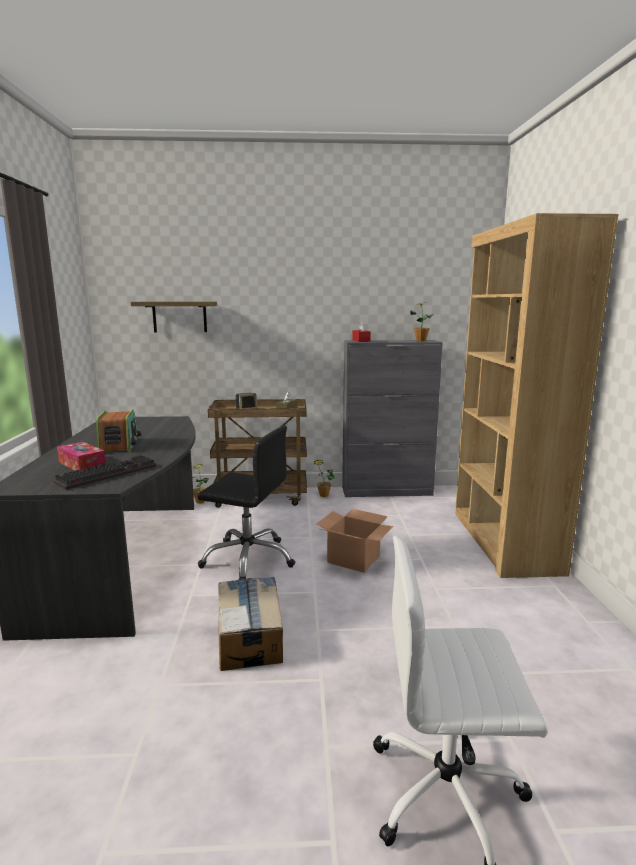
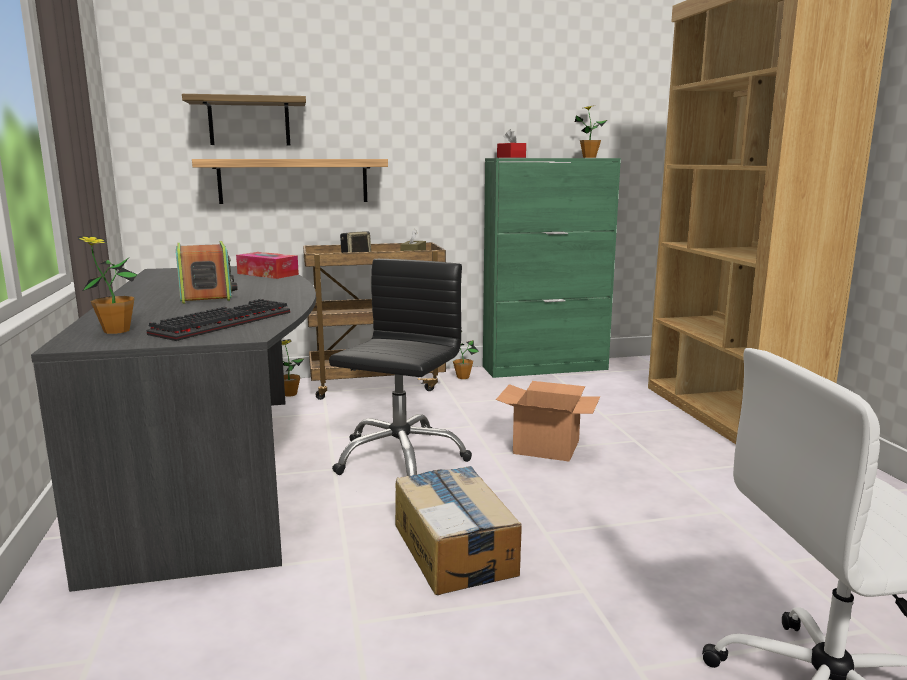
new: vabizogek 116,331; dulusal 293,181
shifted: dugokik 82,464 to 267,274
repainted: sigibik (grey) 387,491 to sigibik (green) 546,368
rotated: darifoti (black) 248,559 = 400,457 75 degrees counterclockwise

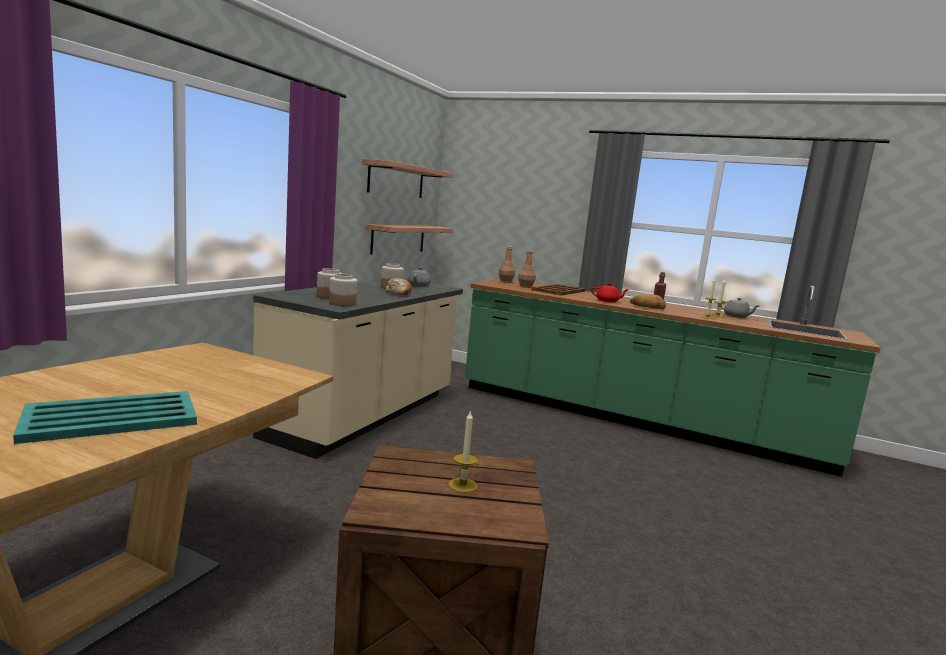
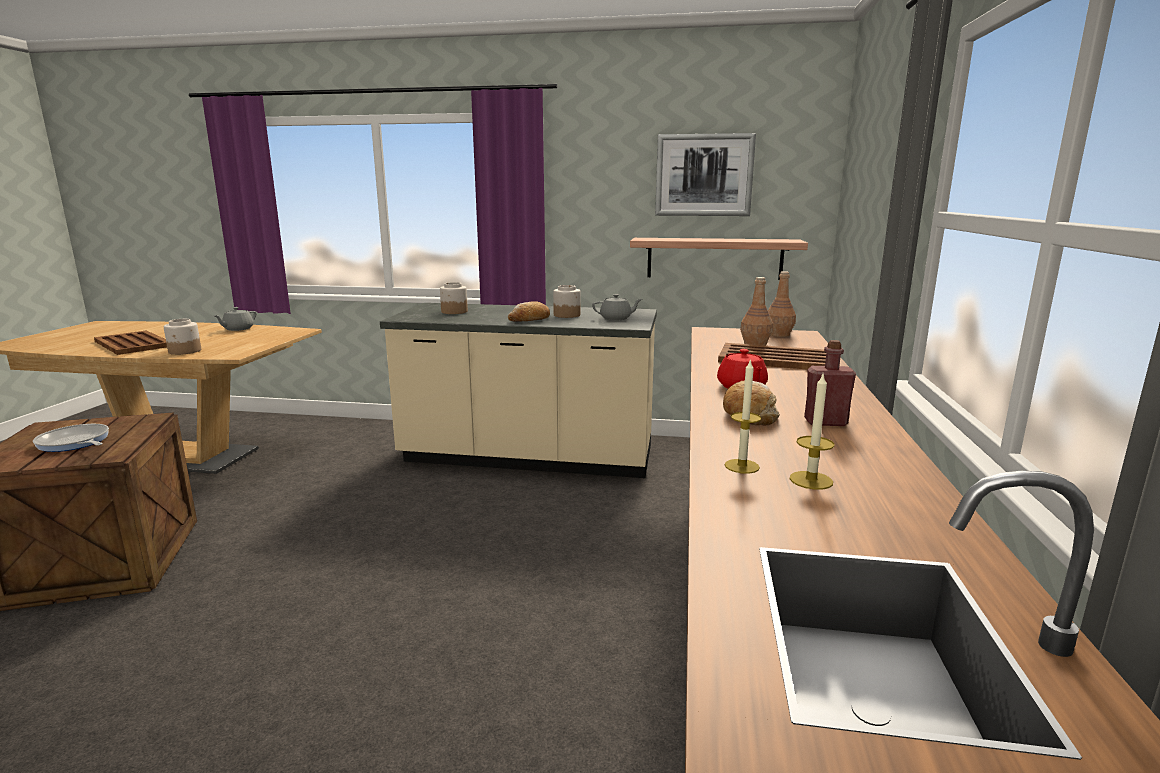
shifted: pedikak 342,303 to 185,351; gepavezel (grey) 736,316 to 238,329
swapped: dulusal 396,180 to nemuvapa 704,175; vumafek 463,485 to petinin 74,443
repainted: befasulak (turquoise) 113,418 to befasulak (brown) 133,344

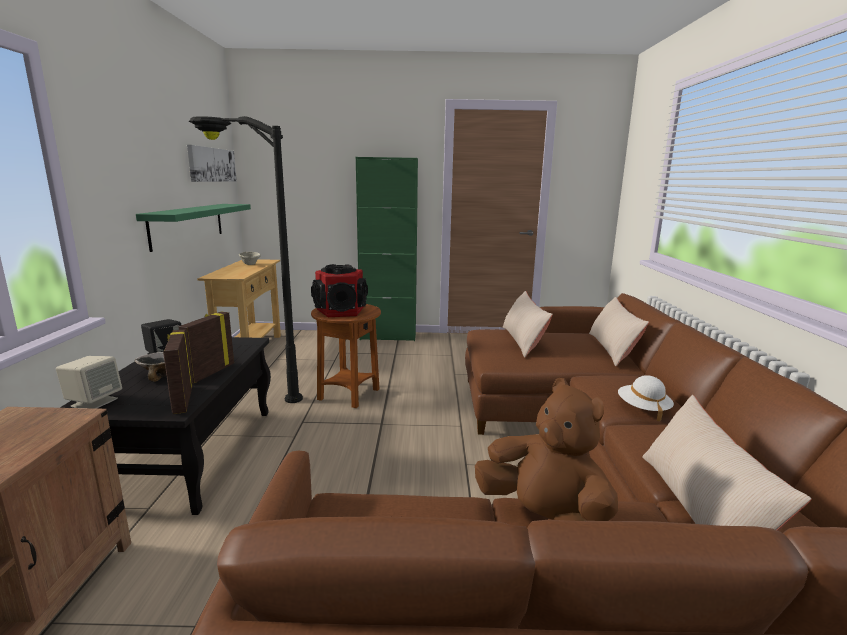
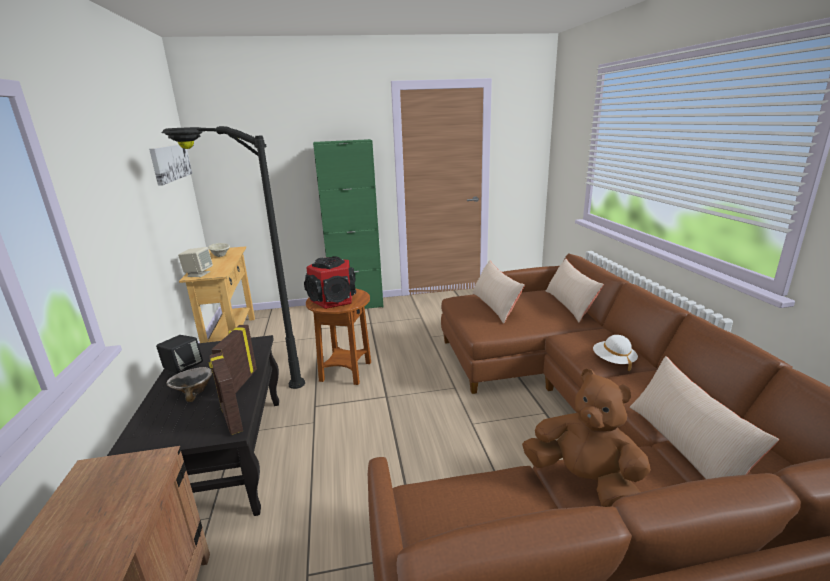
gone: dulusal (green) 188,224
shifted: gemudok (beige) 94,402 to 198,274

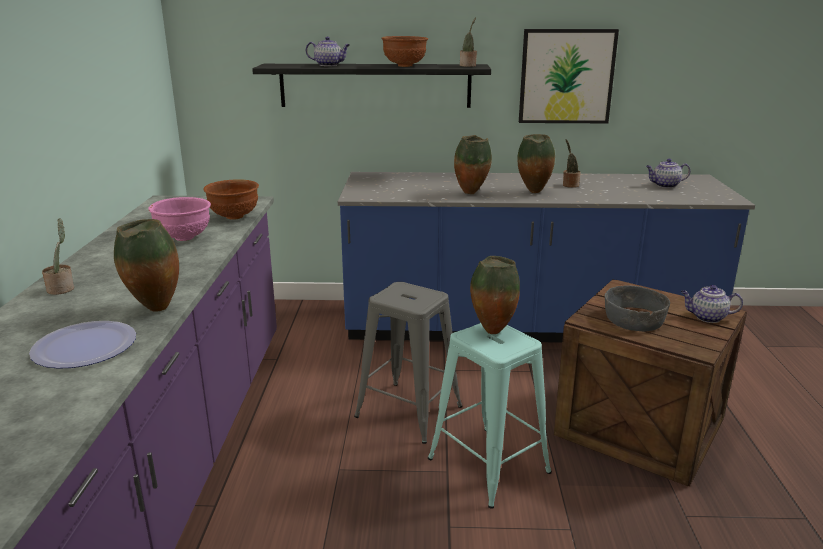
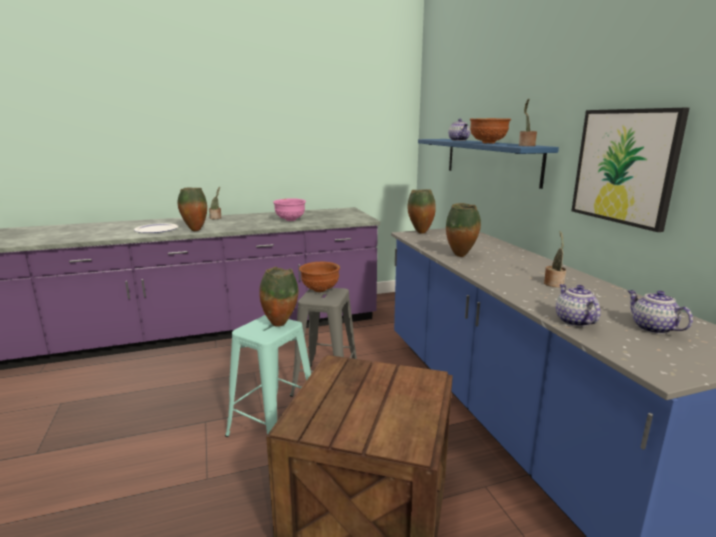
gone: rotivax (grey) 633,318
shifted: rotivax (brown) 233,217 to 319,289; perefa 534,192 to 420,232; gepavezel 707,317 to 573,321
repainted: dulusal (black) 375,85 to dulusal (blue) 490,160

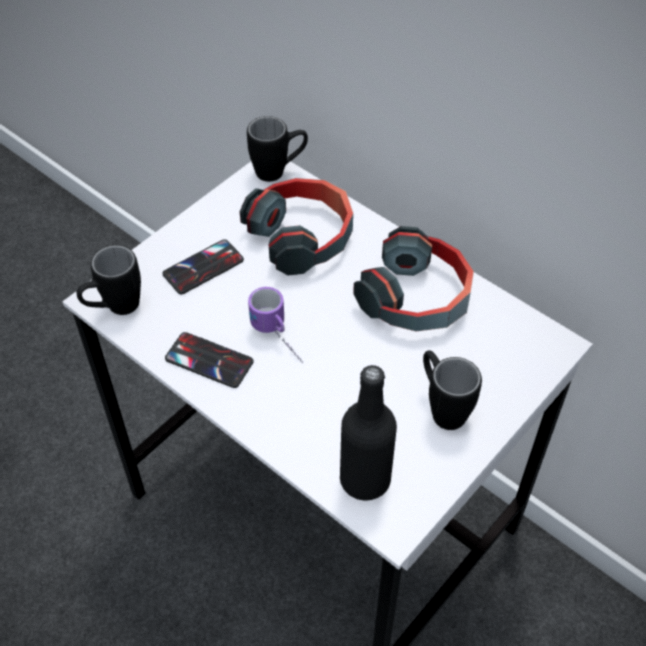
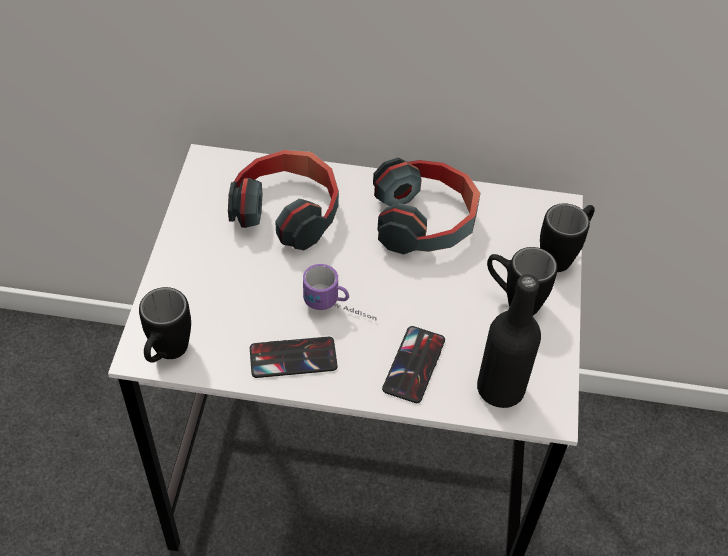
shifted: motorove 203,267 to 414,364; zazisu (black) 279,171 to 562,255

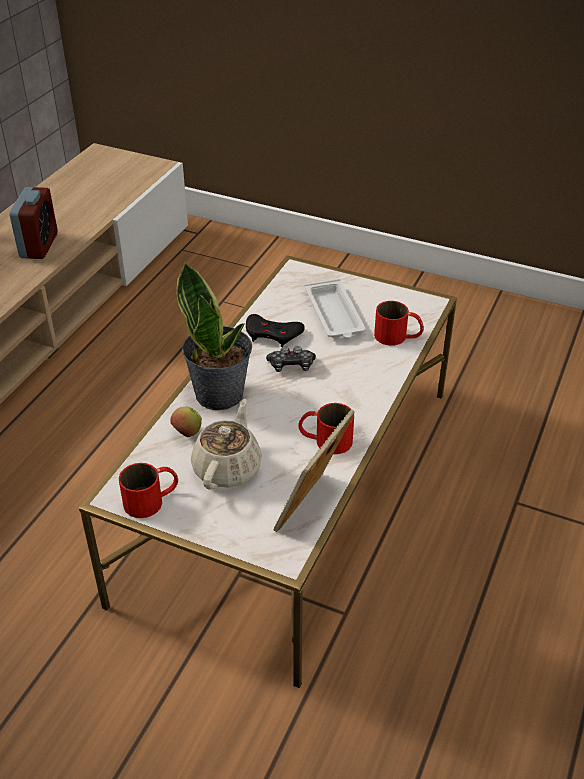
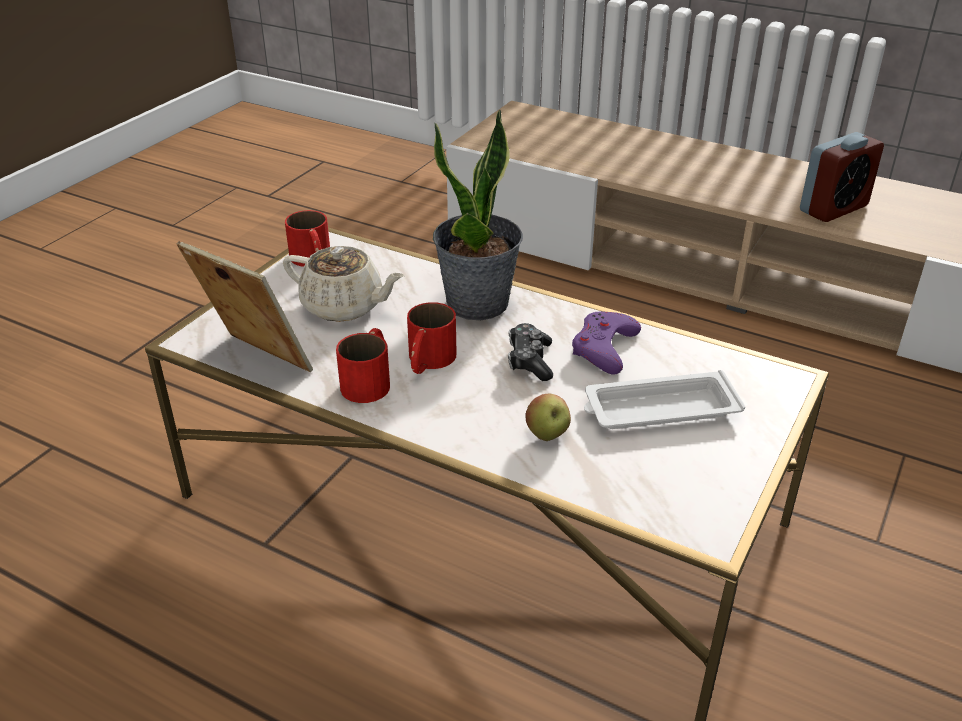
shifted: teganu 187,433 to 547,434; zazisu (red) 398,337 to 428,362
repainted: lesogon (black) 272,334 to lesogon (purple) 604,348
rotated: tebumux 39,245 = 833,208 45 degrees counterclockwise

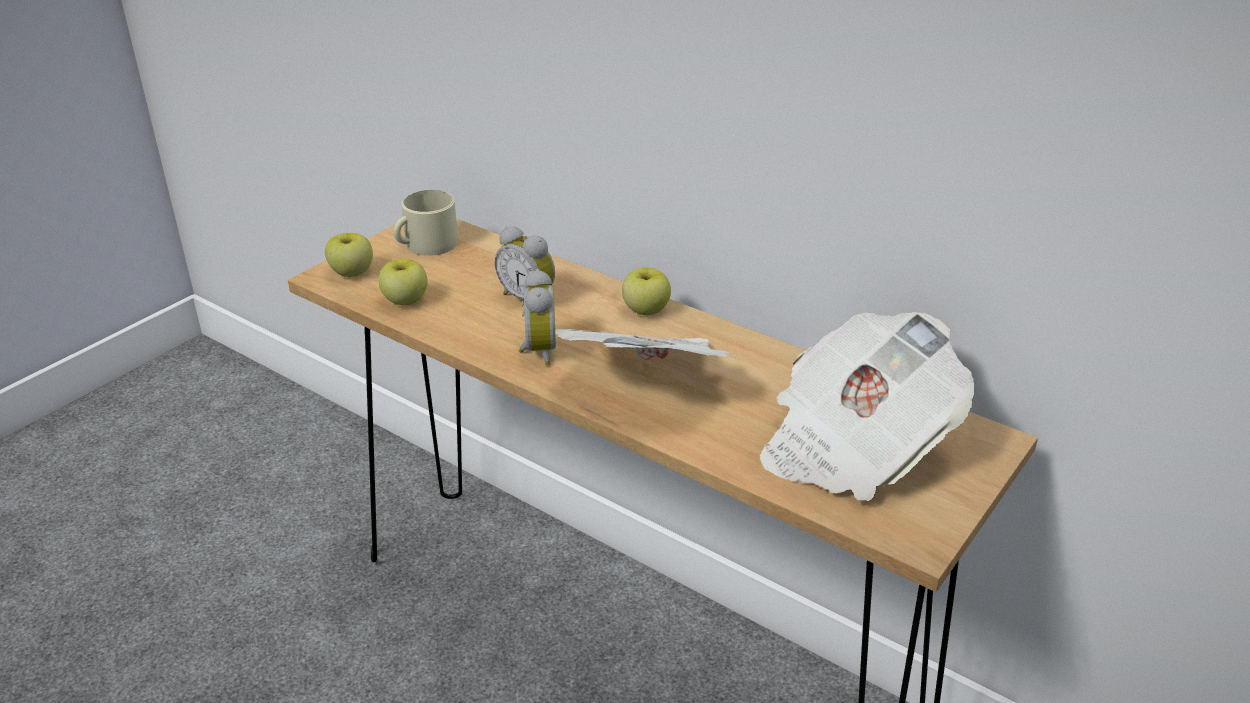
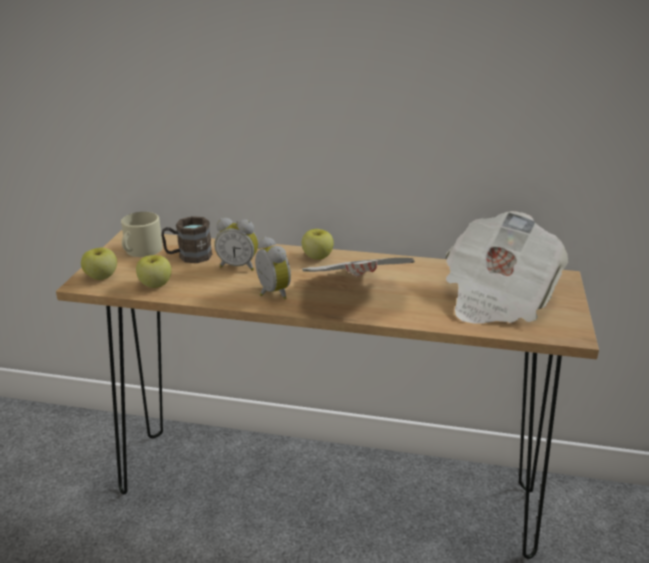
new: zazisu (brown) 188,256

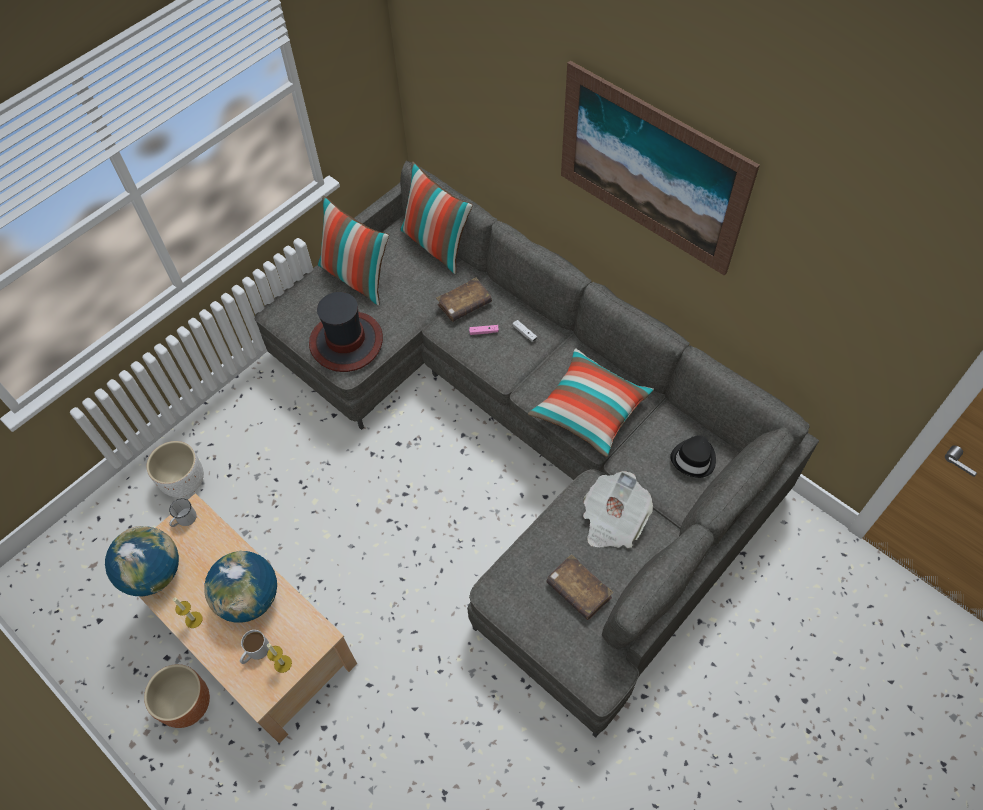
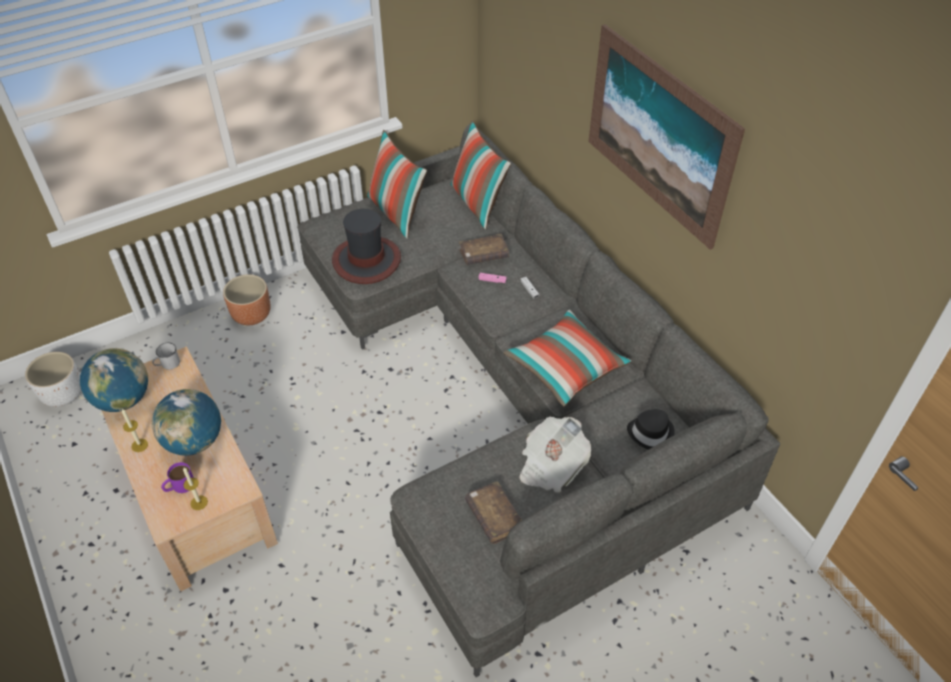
shifted: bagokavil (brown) 187,703 to 252,315; bagokavil (white) 184,481 to 64,394
repainted: zazisu (white) 255,652 to zazisu (purple) 179,486

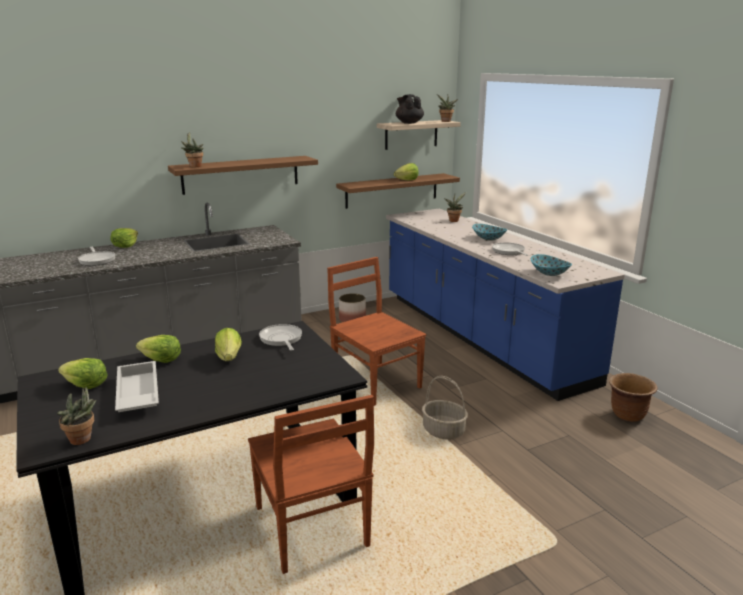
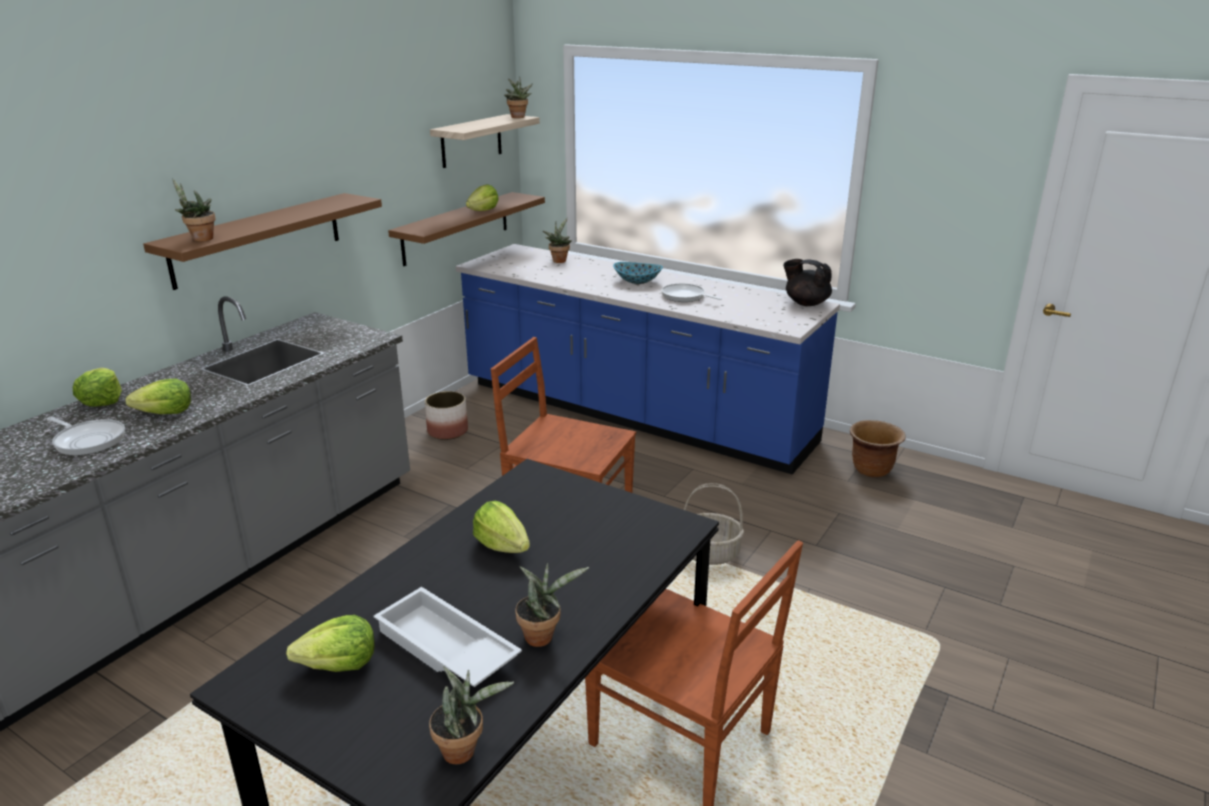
gone: petinin 281,339; rotivax 549,273
new: vabizogek 542,636
shifted: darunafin 161,360 to 166,413; gepavezel (black) 409,123 to 806,303

